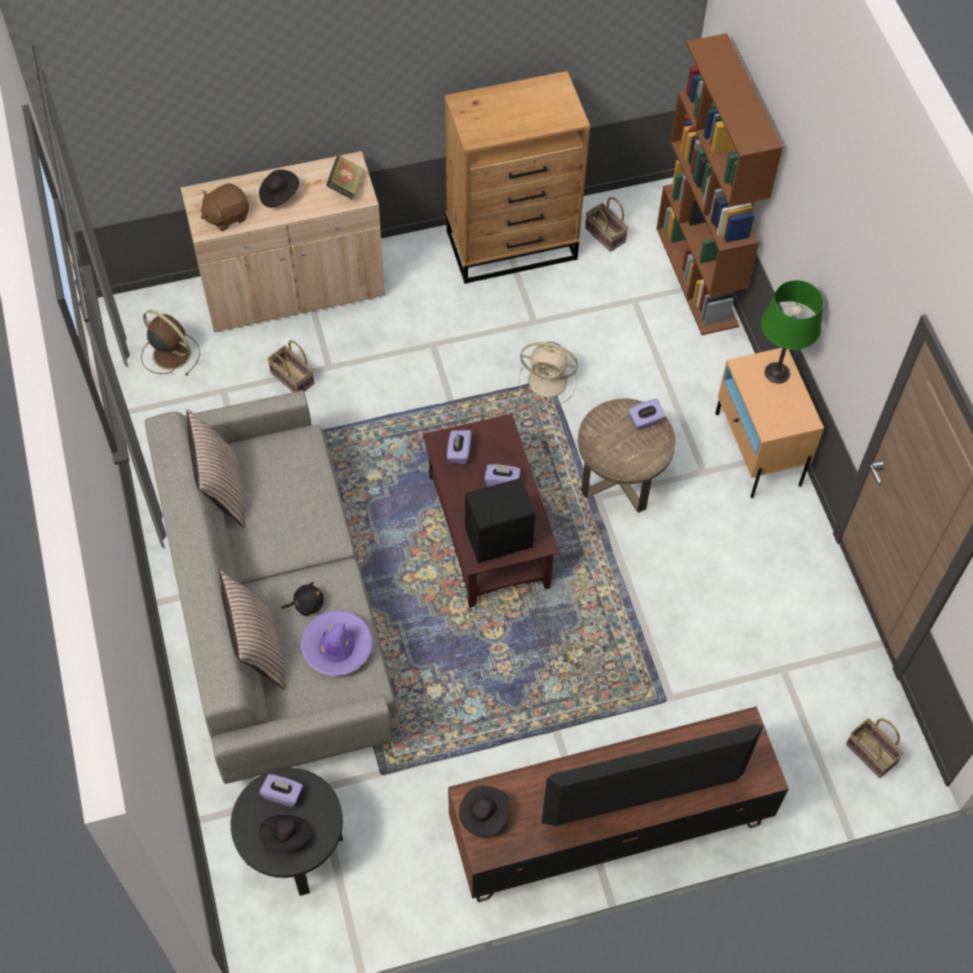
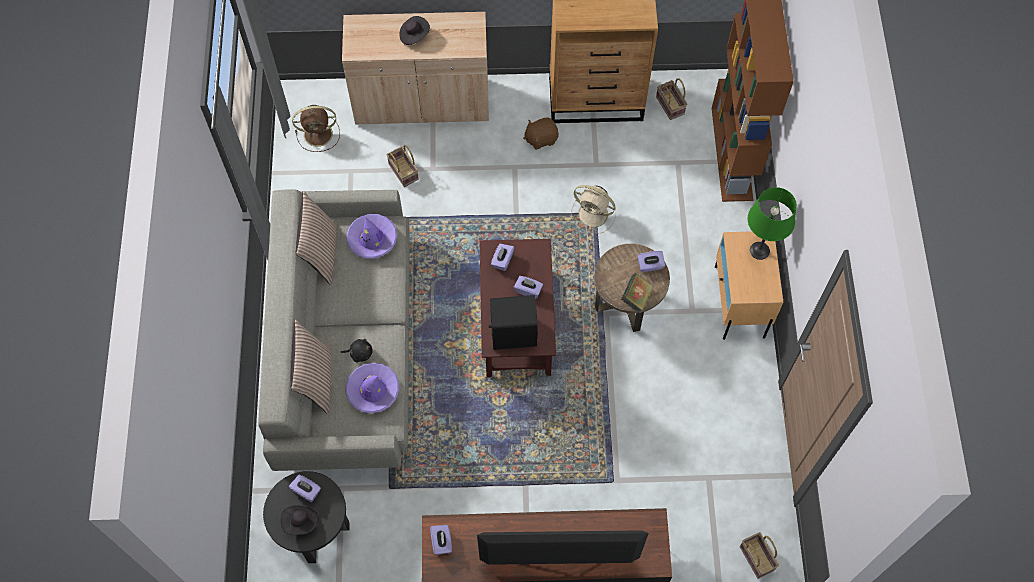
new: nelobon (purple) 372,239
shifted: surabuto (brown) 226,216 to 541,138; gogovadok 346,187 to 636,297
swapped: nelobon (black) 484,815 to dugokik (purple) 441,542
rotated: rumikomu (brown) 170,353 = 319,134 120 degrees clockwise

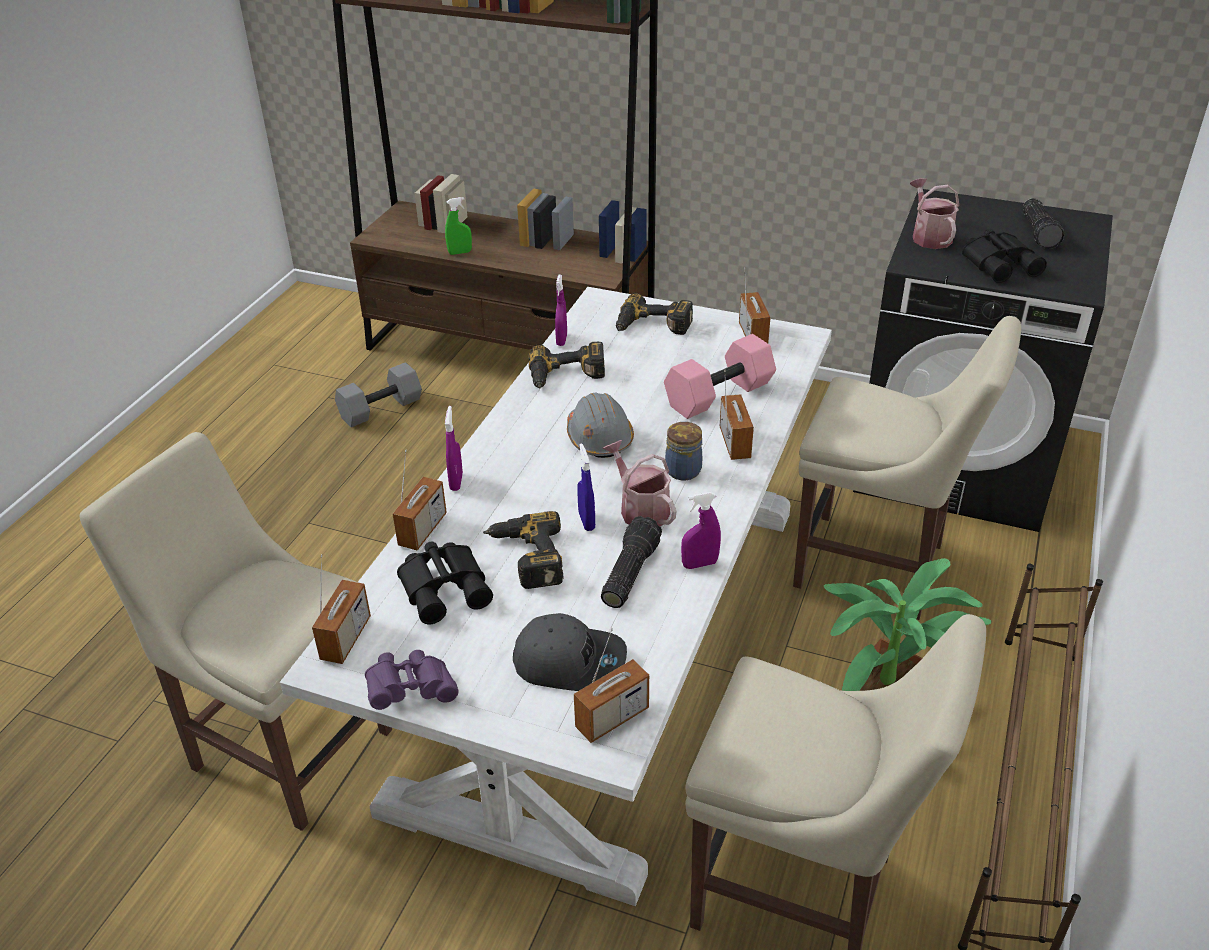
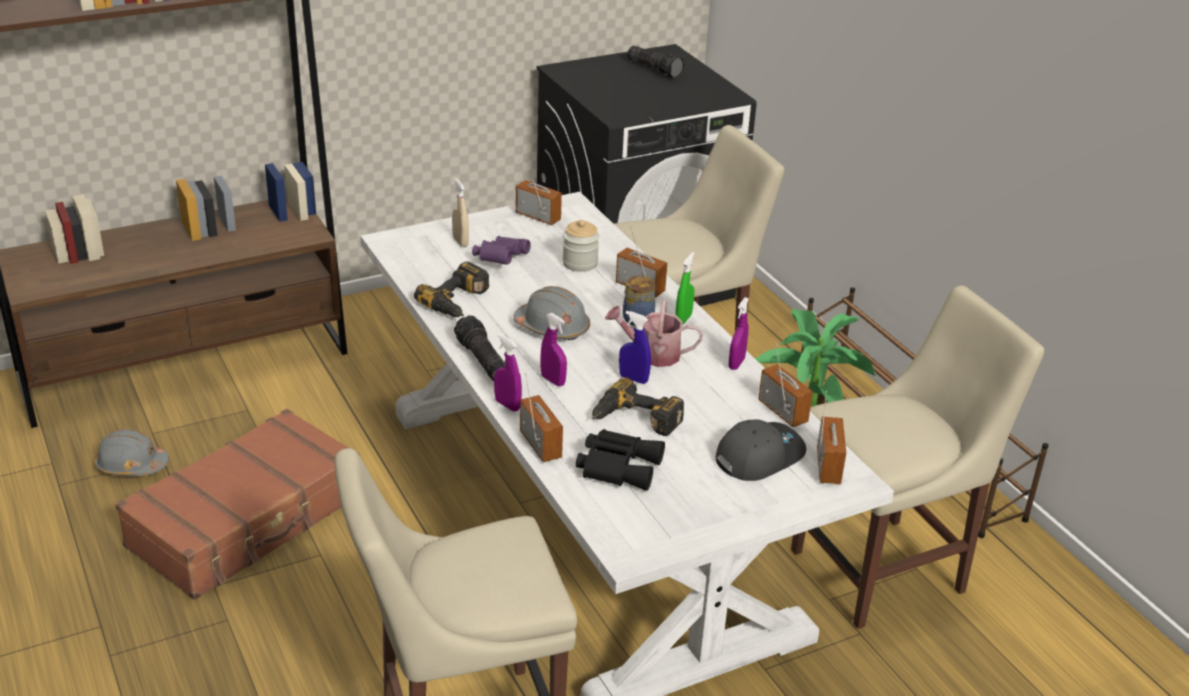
gone: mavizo 929,236; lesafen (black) 1000,263
new: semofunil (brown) 248,521
shifted: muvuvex 346,638 to 783,411; lesafen (purple) 411,690 to 500,260; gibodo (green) 460,252 to 683,319; gibodo (purple) 561,340 to 553,380; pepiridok 628,573 to 481,360
swapped: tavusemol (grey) 381,408 to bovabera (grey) 131,466; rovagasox 652,327 to gibodo (beige) 460,242; tavusemol (pink) 719,394 to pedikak 580,263

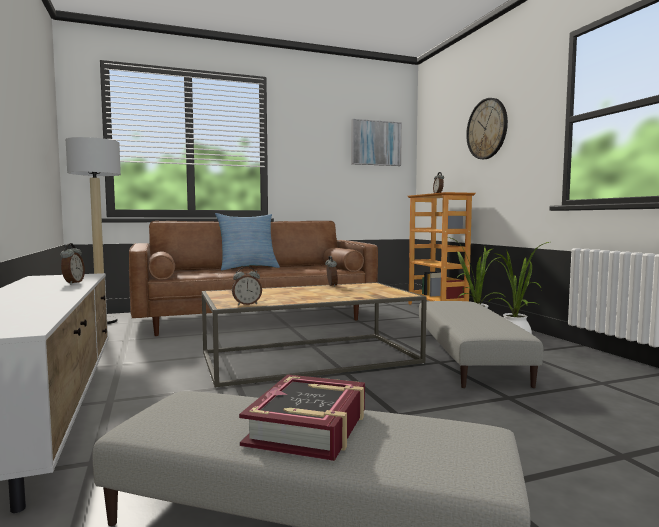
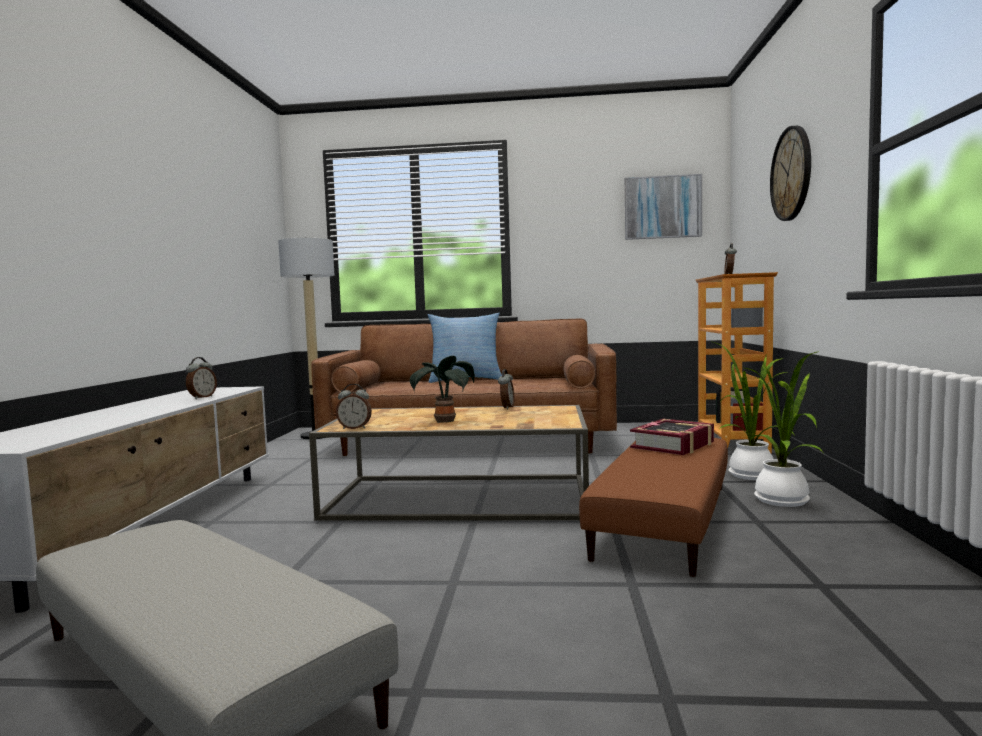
new: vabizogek 444,421
shifted: gogovadok 309,427 to 673,445
repainted: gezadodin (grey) 469,357 to gezadodin (brown) 665,519

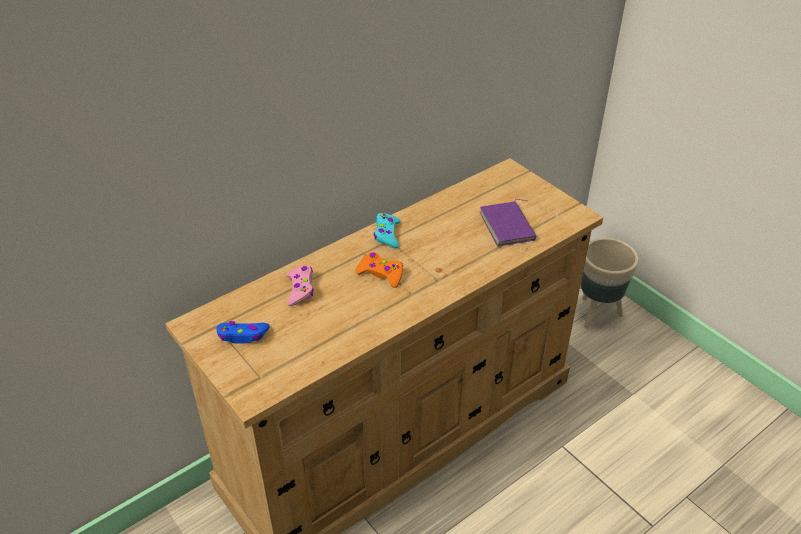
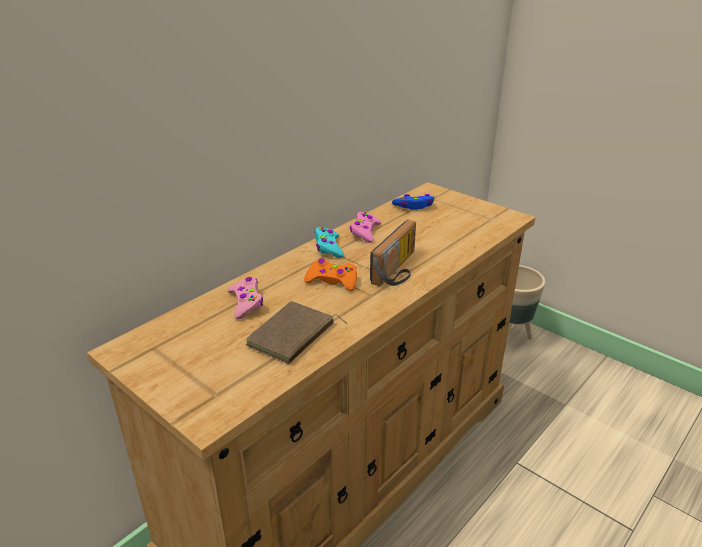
gone: gogovadok (purple) 509,226
new: gogovadok (brown) 293,336; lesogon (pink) 365,232; muvuvex 399,270
shifted: lesogon (blue) 243,336 to 414,206

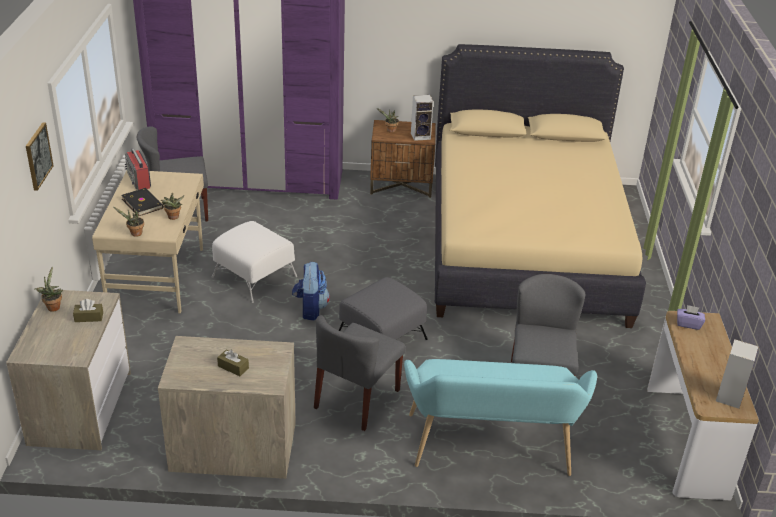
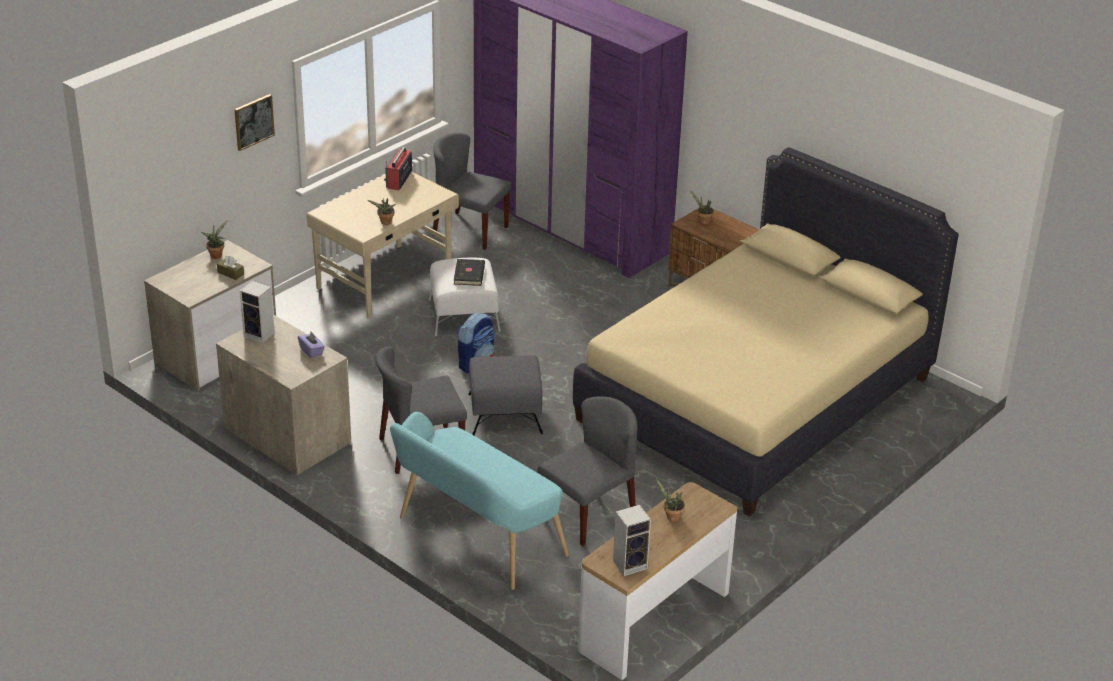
gone: dugokik (brown) 233,367
shifted: vabizogek 134,234 to 671,517; gogovadok (black) 143,203 to 470,274; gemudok 421,136 to 260,335; dugokik (purple) 688,324 to 311,351

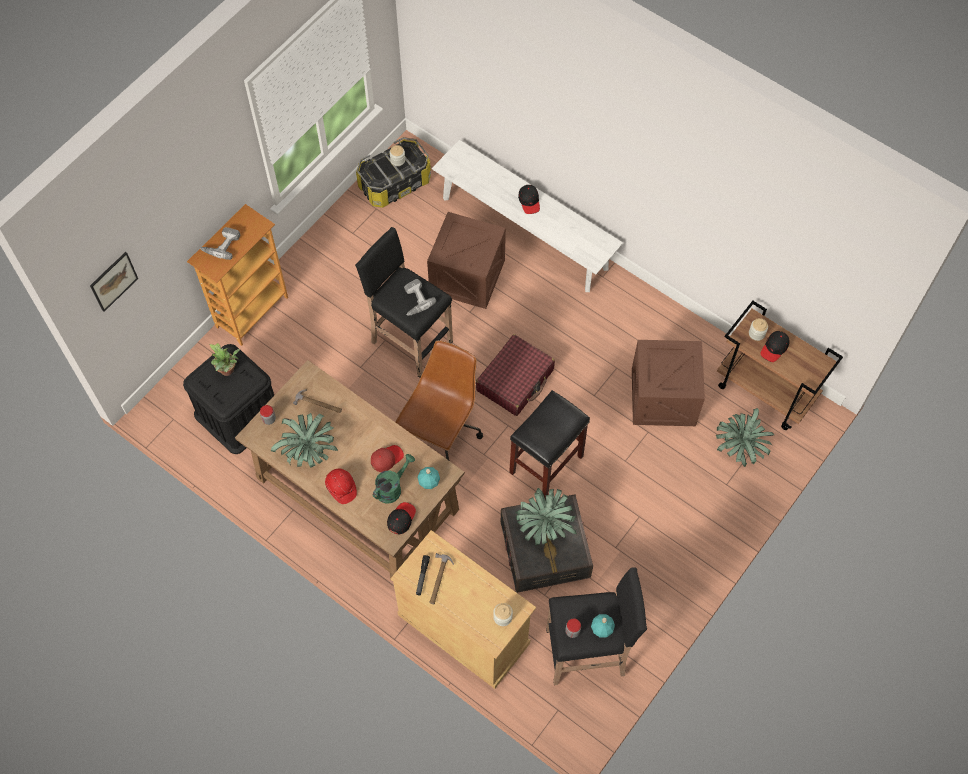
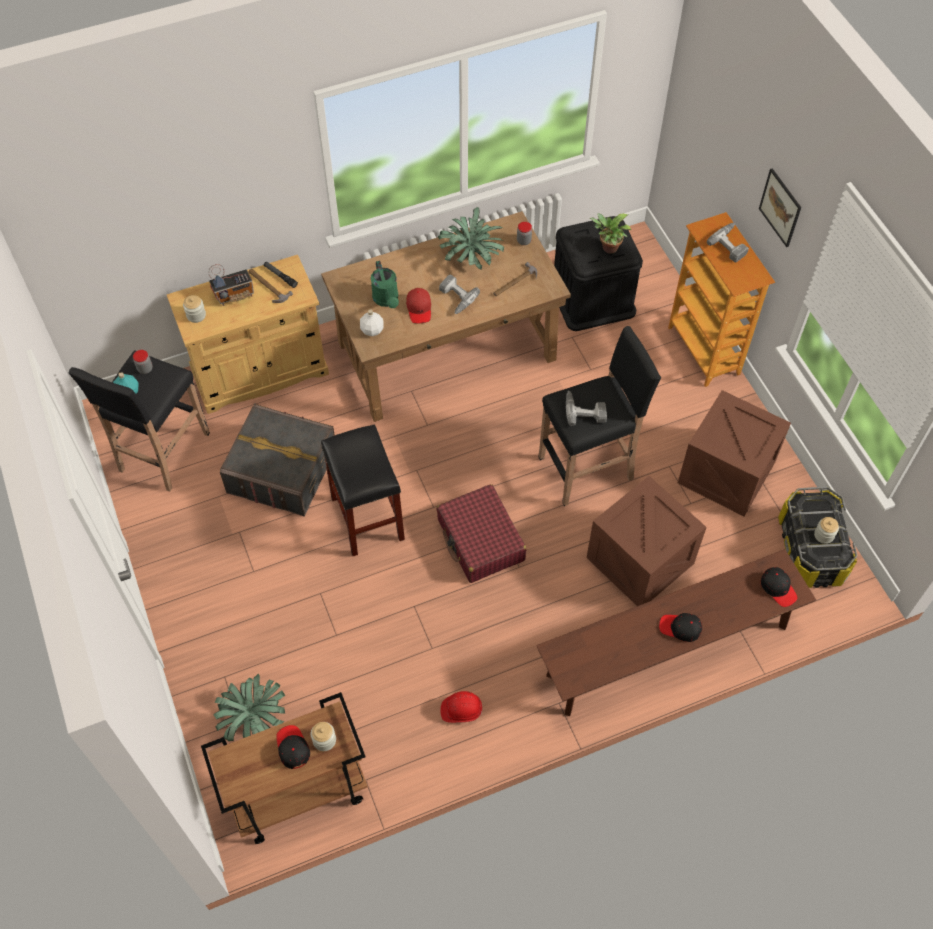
gone: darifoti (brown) 441,432; vabizogek 545,525
new: muvuvex 235,295; rovagasox 455,298
shifted: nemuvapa 113,281 to 780,207; bovabera (red) 341,488 to 461,710; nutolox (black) 401,519 to 778,588; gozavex 663,397 to 726,472
repainted: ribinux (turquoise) 428,481 to ribinux (white) 372,330; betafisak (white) 524,233 to betafisak (brown) 667,650

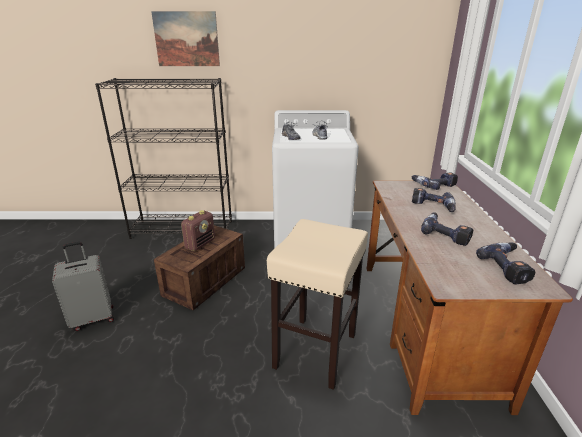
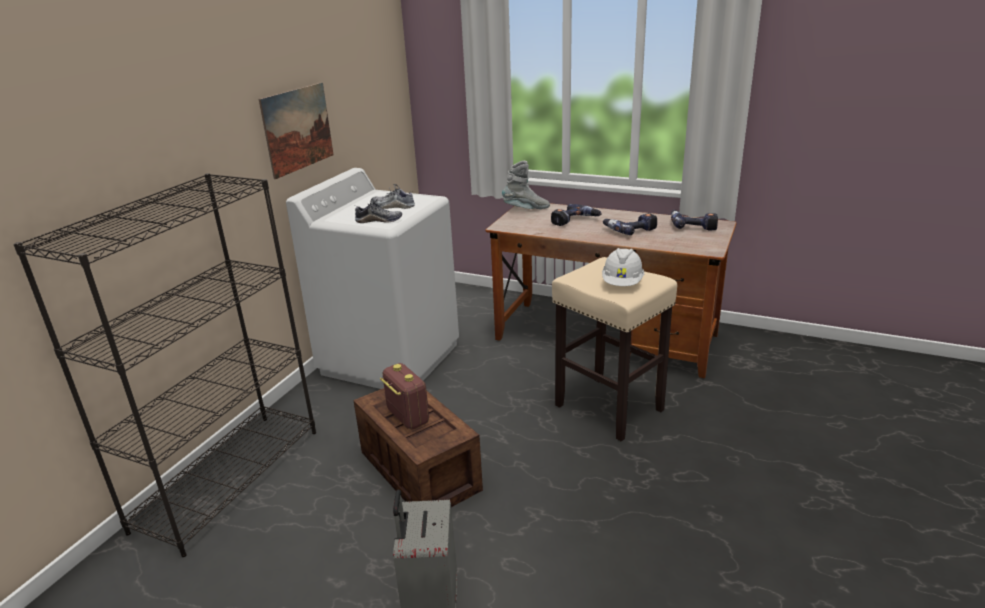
new: bovabera (white) 622,283
shifted: nemuvapa 186,39 to 298,129
swapped: rovagasox 434,185 to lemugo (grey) 526,209

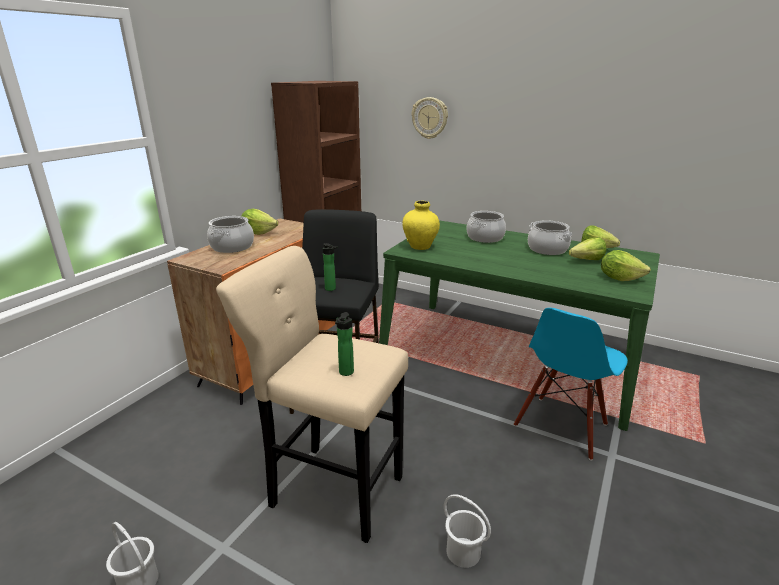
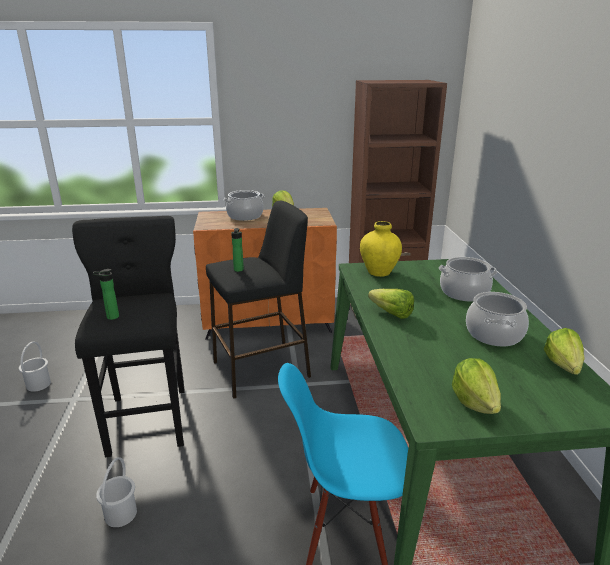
gone: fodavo 430,118
shifted: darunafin 583,261 to 388,312
repainted: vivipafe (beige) 331,488 to vivipafe (black) 148,417

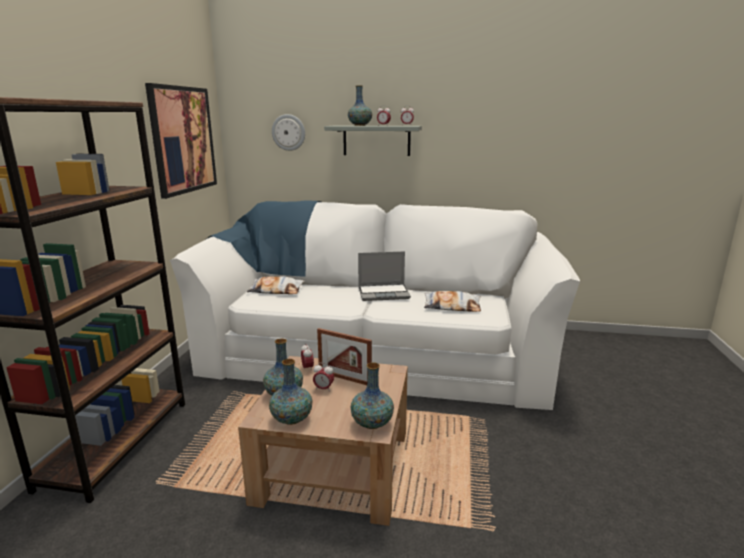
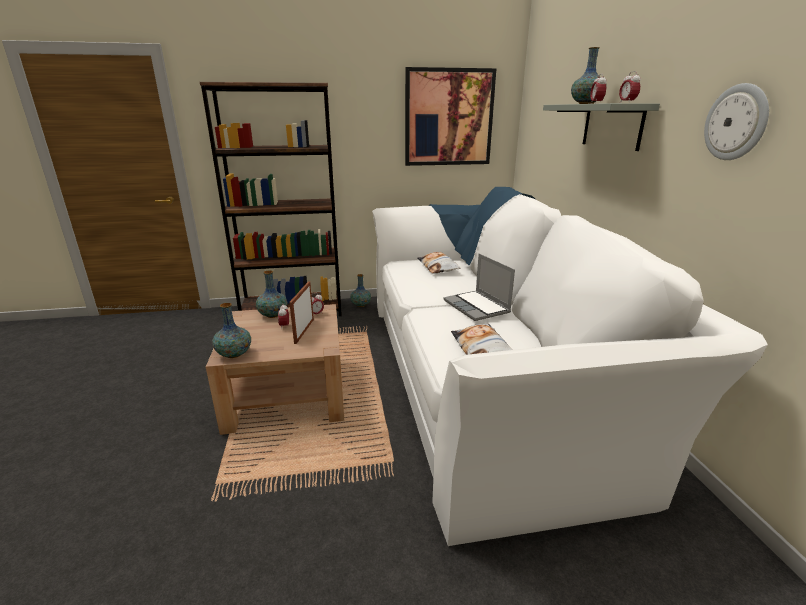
shifted: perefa 292,419 to 361,305; fodavo 288,132 to 736,122

